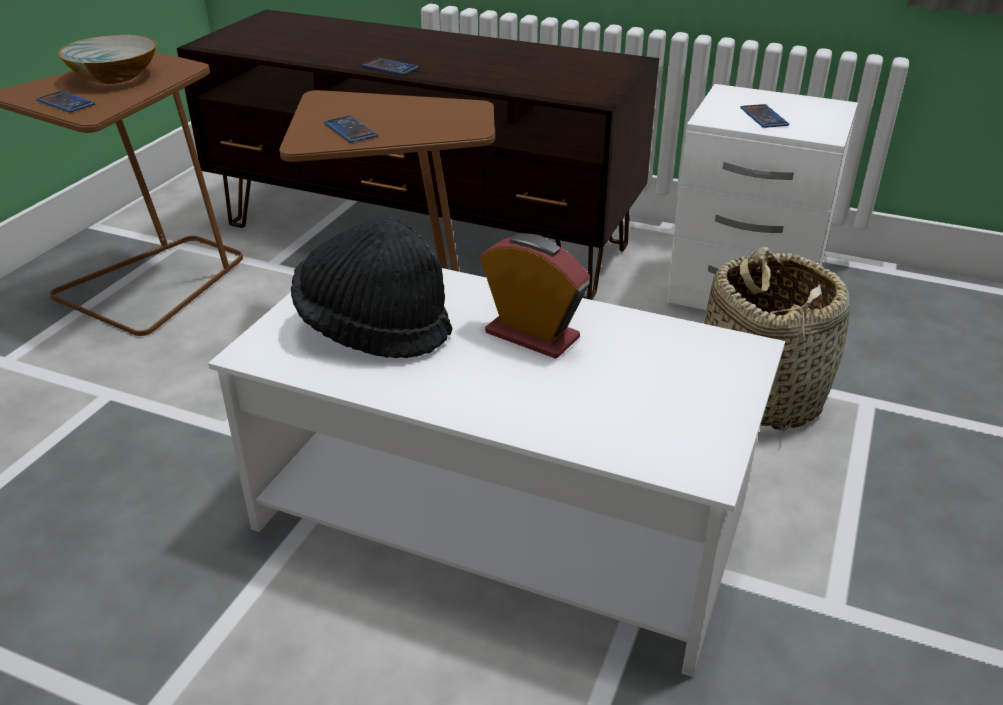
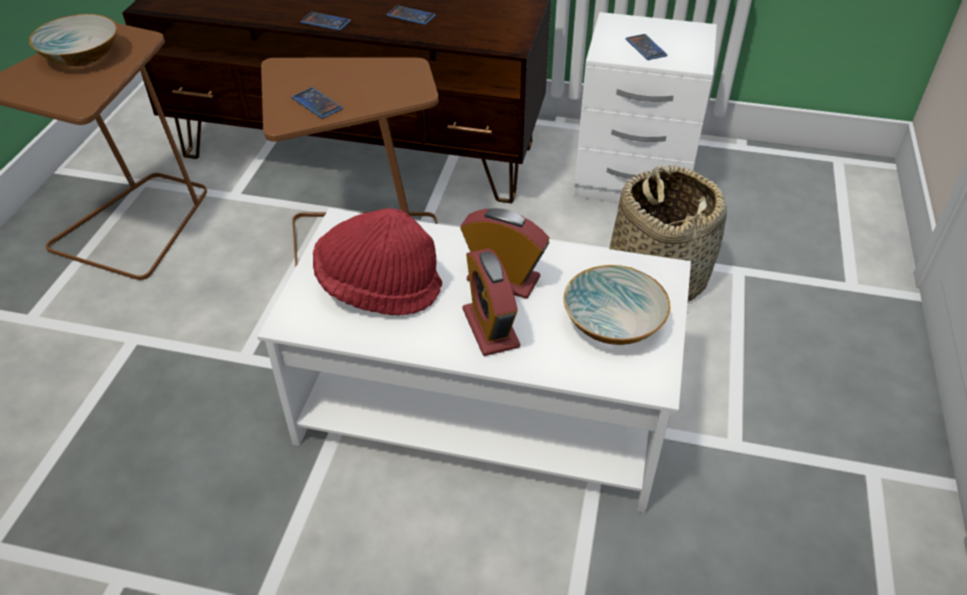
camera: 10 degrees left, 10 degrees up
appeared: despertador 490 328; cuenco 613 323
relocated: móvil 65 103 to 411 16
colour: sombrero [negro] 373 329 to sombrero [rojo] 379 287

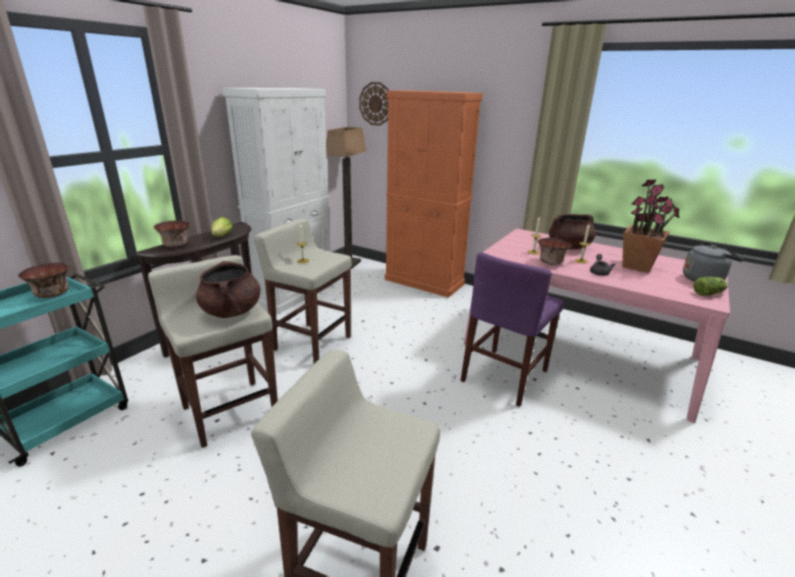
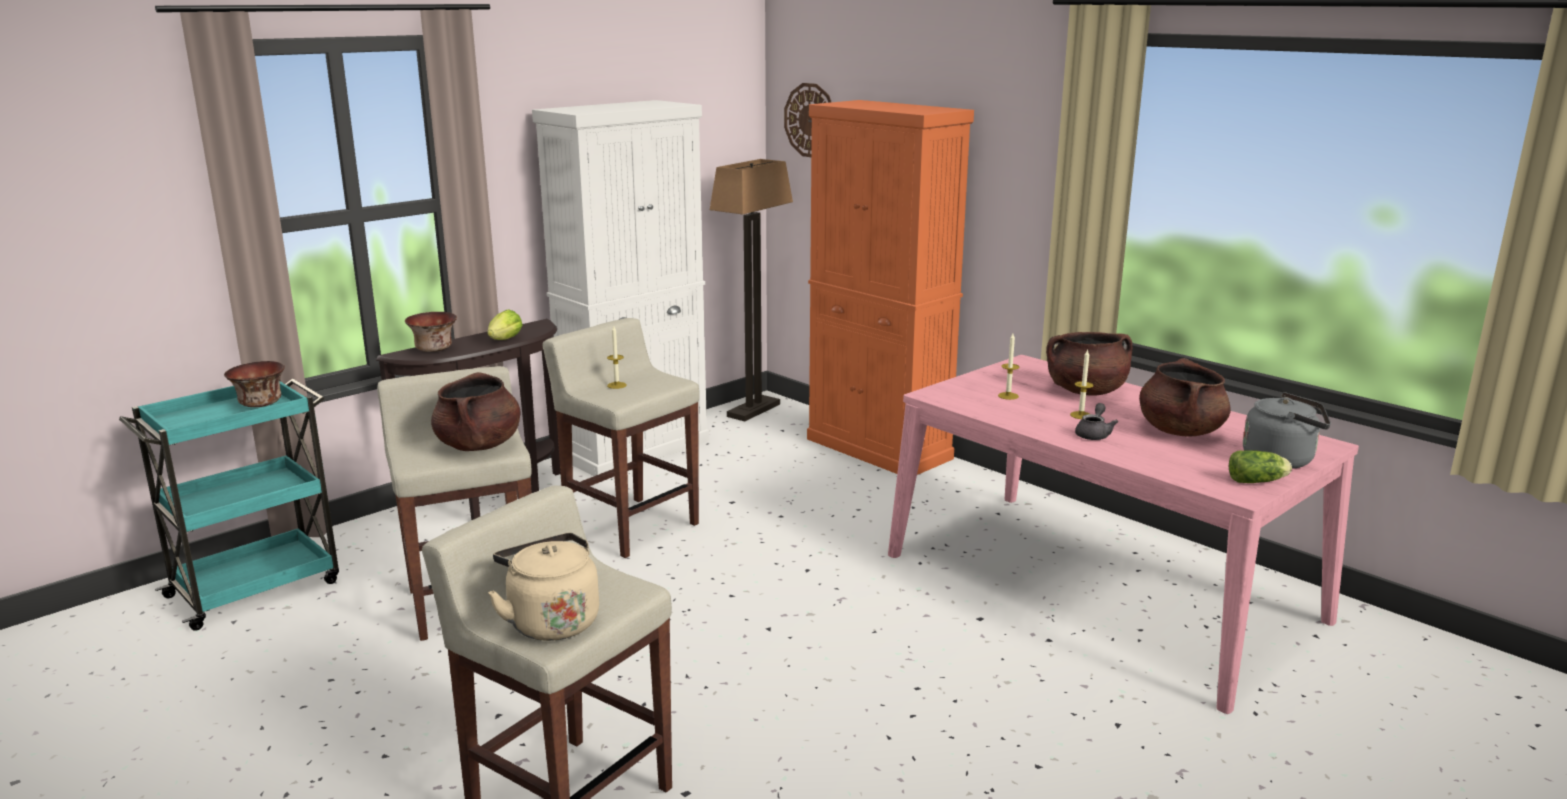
camera: 15 degrees right, 5 degrees down
missing: cuenco 550 262; silla [morado] 505 375
appeared: hervidor [beis] 551 621
exchanged: planta en maceta 638 266 to olla [marrón] 1180 431

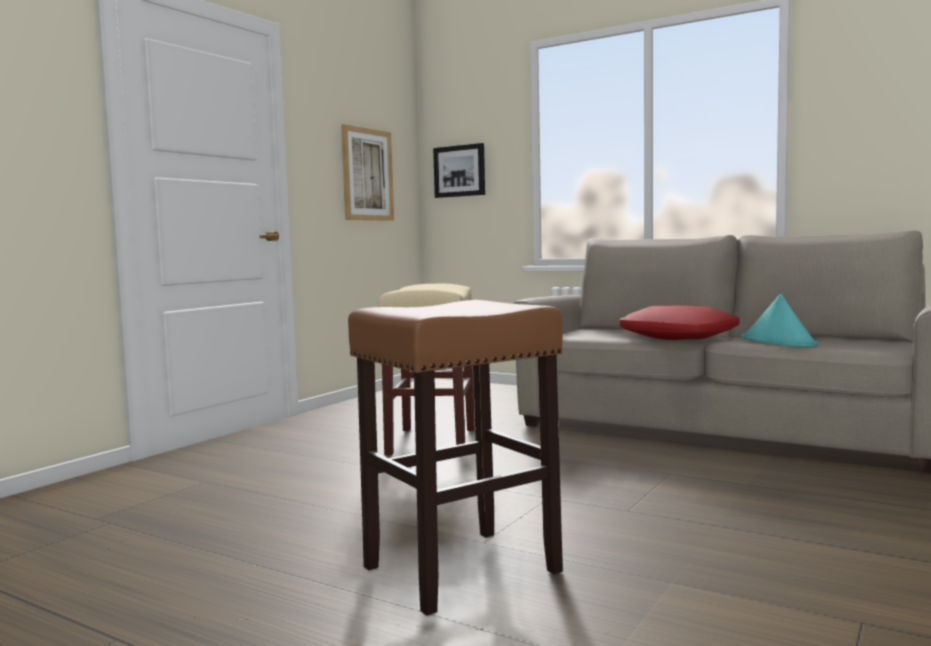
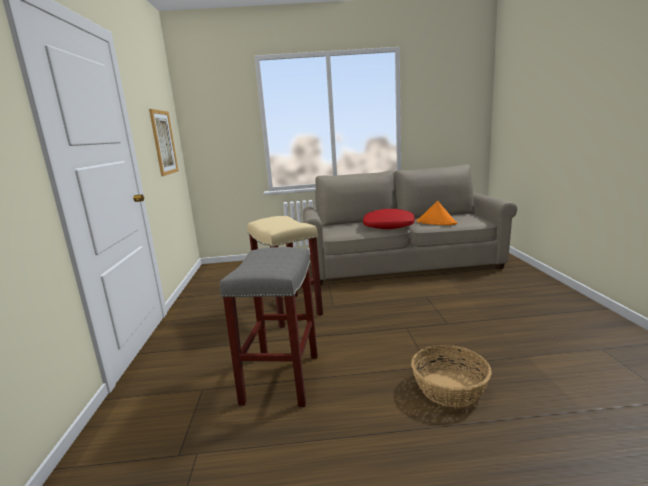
camera: 35 degrees left, 10 degrees up
missing: cuadro 460 171
appeared: taburete [gris] 281 377
exchanged: taburete [marrón] 459 570 to cesta 450 388
colour: sombrero [turquesa] 778 342 to sombrero [naranja] 436 222

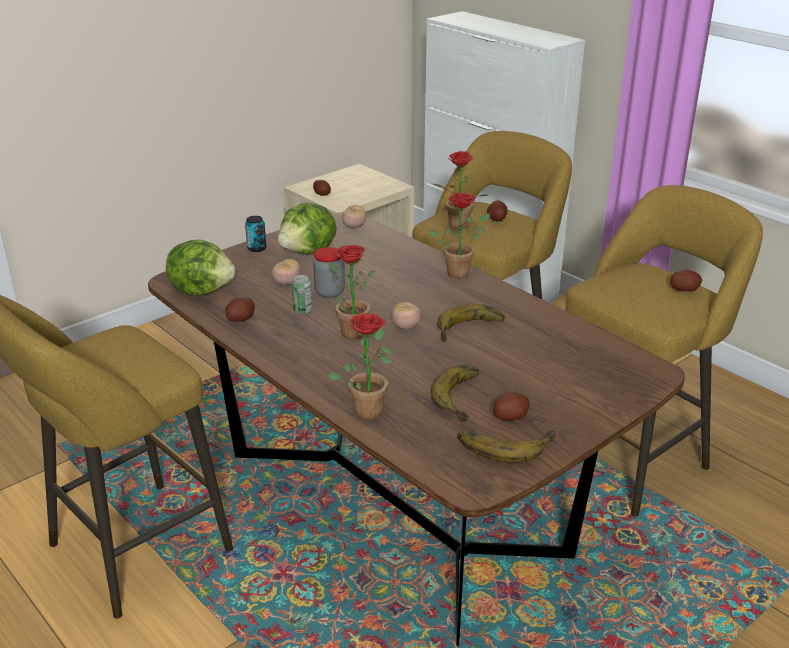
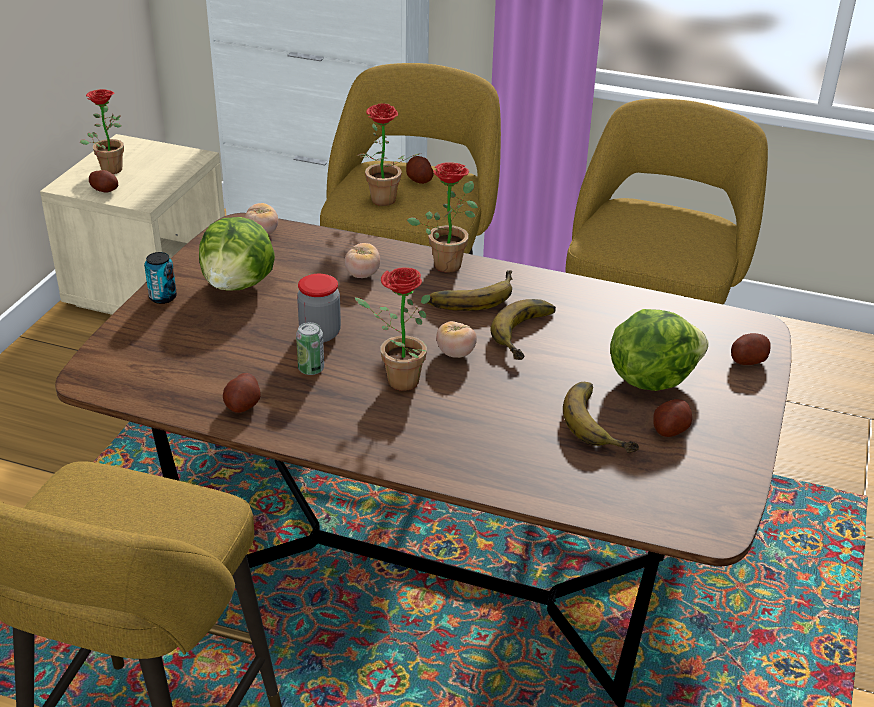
camera: 30 degrees left, 5 degrees up
relocated: lechuga 202 290 to 651 378; tomate 286 283 to 362 274; patata 684 289 to 748 360; planta en maceta 368 408 to 110 168; plátano 504 443 to 469 295

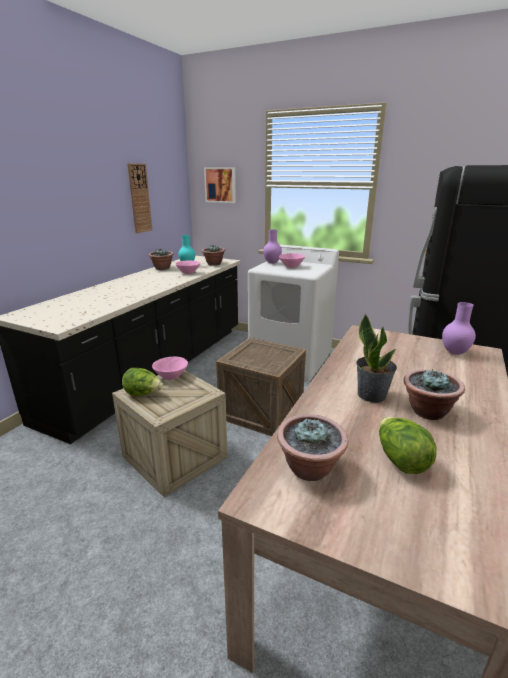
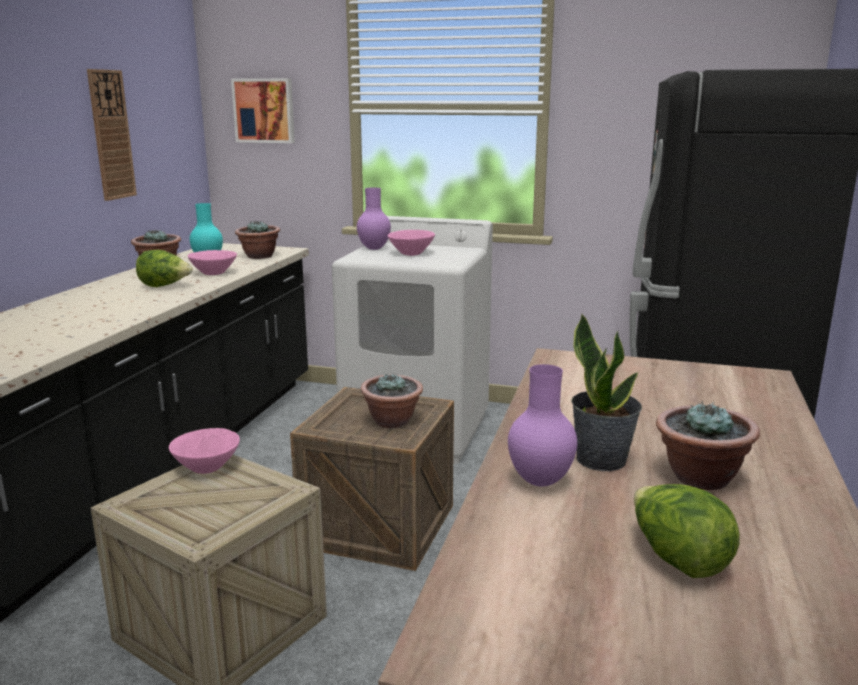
camera: 10 degrees left, 5 degrees down
relocated: florero [morado] 455 353 to 541 482; lechuga 143 394 to 165 286; planta en maceta 310 469 to 392 421

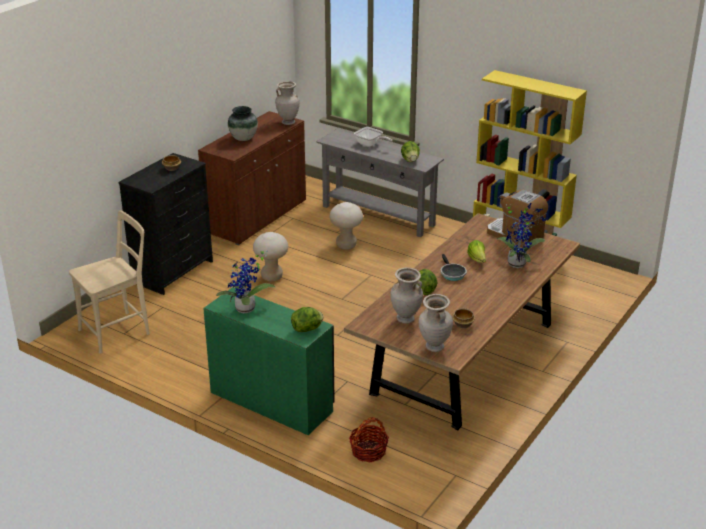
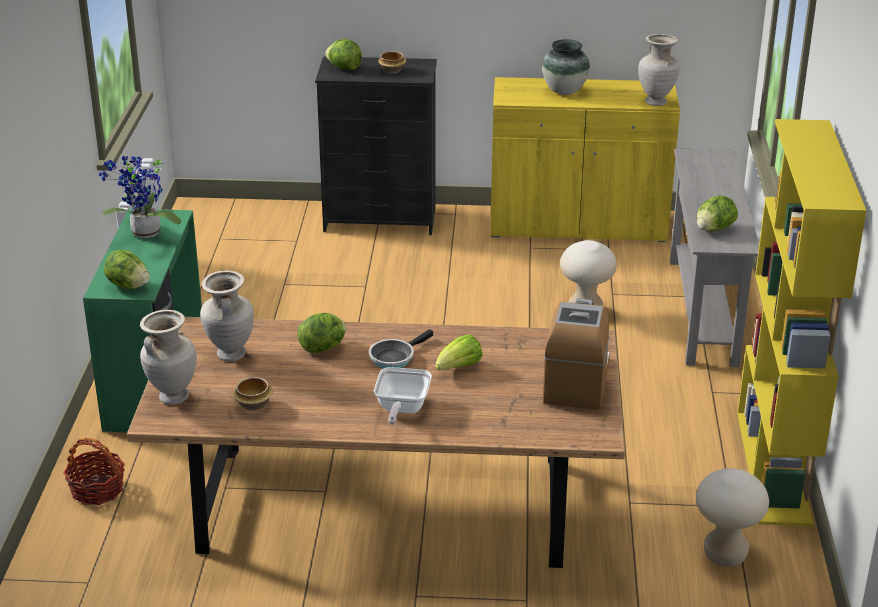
camera: 60 degrees right, 0 degrees up
missing: planta en maceta 518 263; silla [beis] 118 331
appeared: lechuga 344 68
relocated: sartén 370 144 to 401 409; taburete [beis] 272 277 to 724 555
colour: armario [marrón] 257 217 to armario [amarillo] 577 225

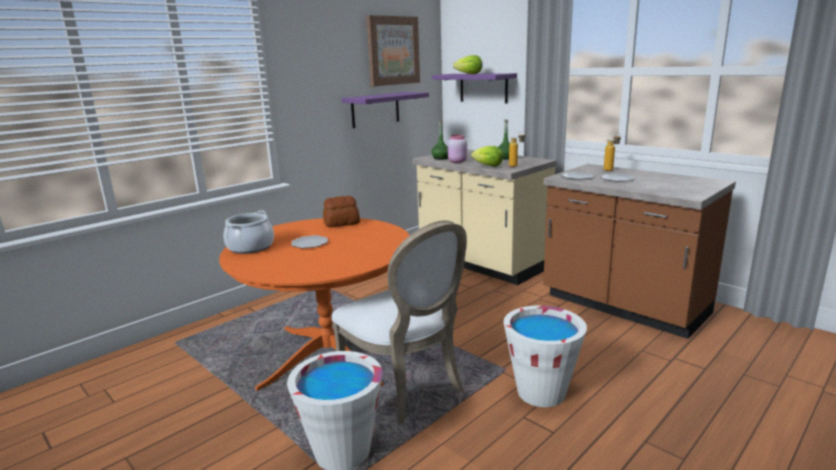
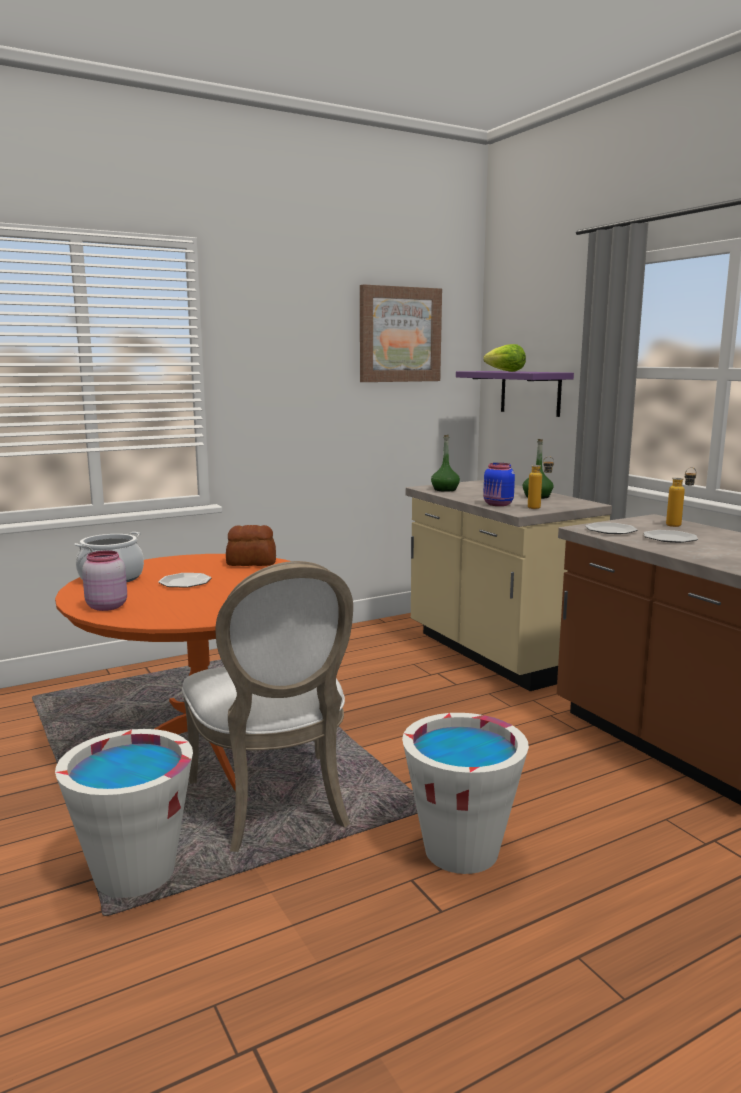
camera: 15 degrees right, 5 degrees down
missing: estante [morado] 375 109
relocated: tarro [rosa] 457 161 to 106 606
exchanged: lechuga 488 166 to tarro [azul] 498 504

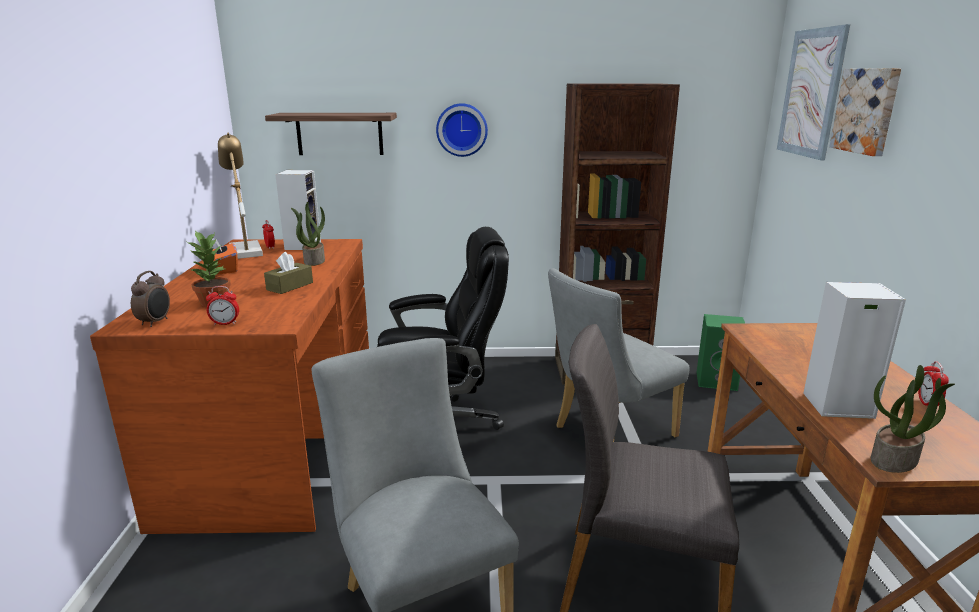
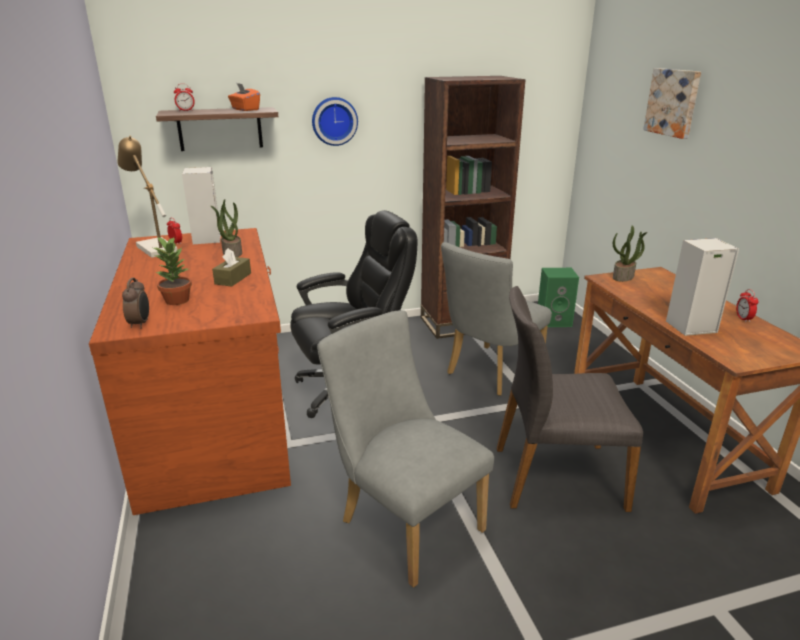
camera: 15 degrees left, 5 degrees up
missing: cuadro 811 93
relocated: caja de pañuelos [naranja] 225 269 to 245 109; despertador 225 323 to 186 110; planta en maceta 894 460 to 623 277

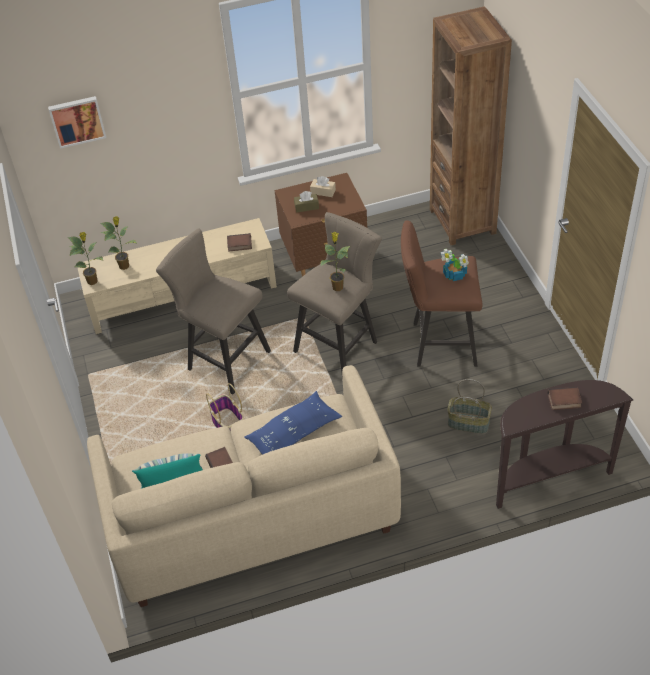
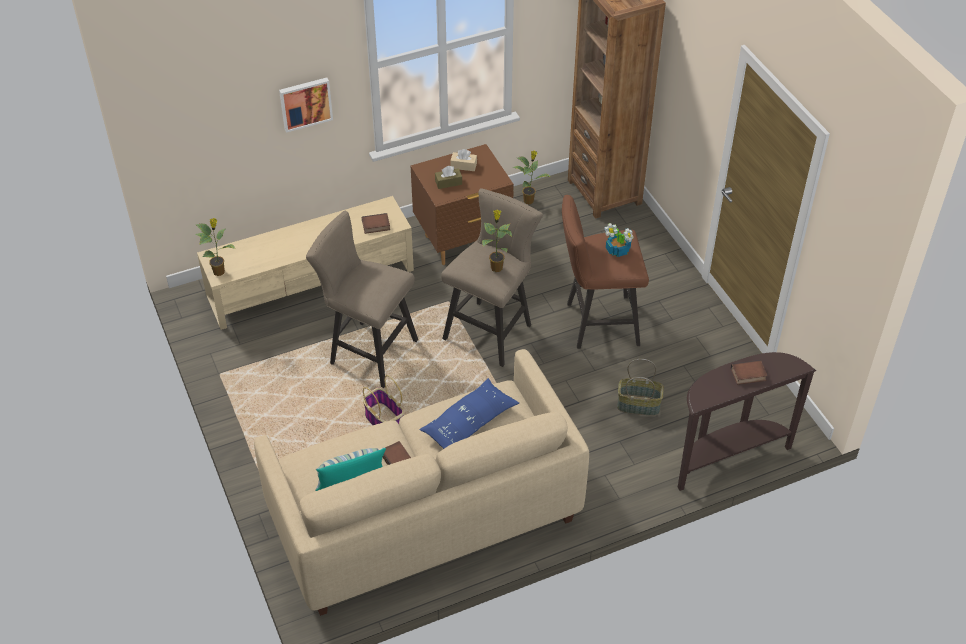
camera: 10 degrees left, 0 degrees up
relocated: cuadro 77 121 to 305 103; planta en maceta 125 266 to 529 200

